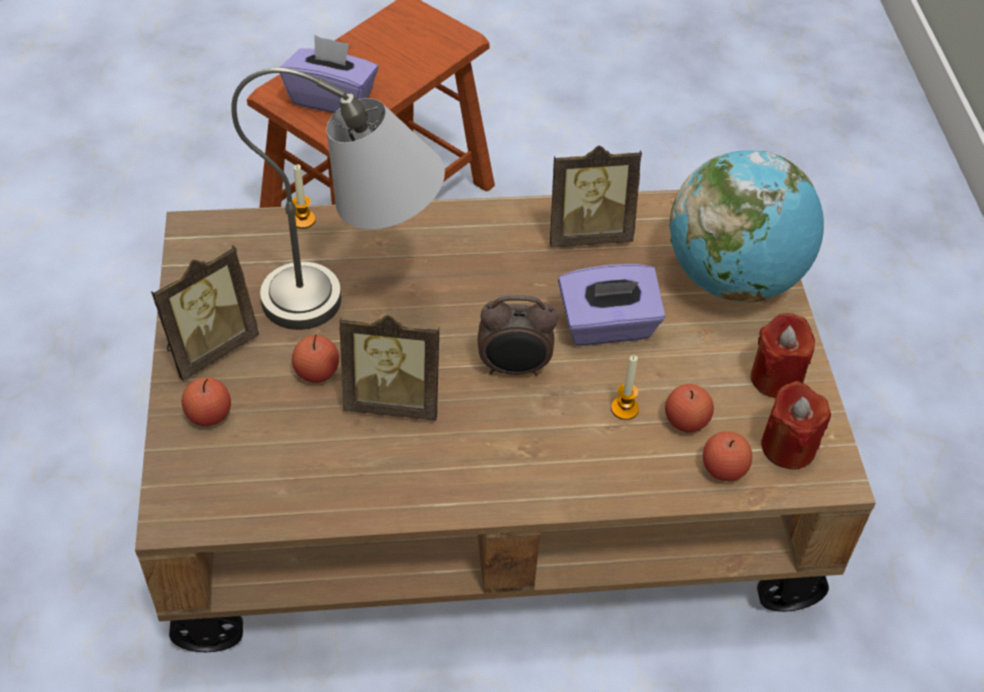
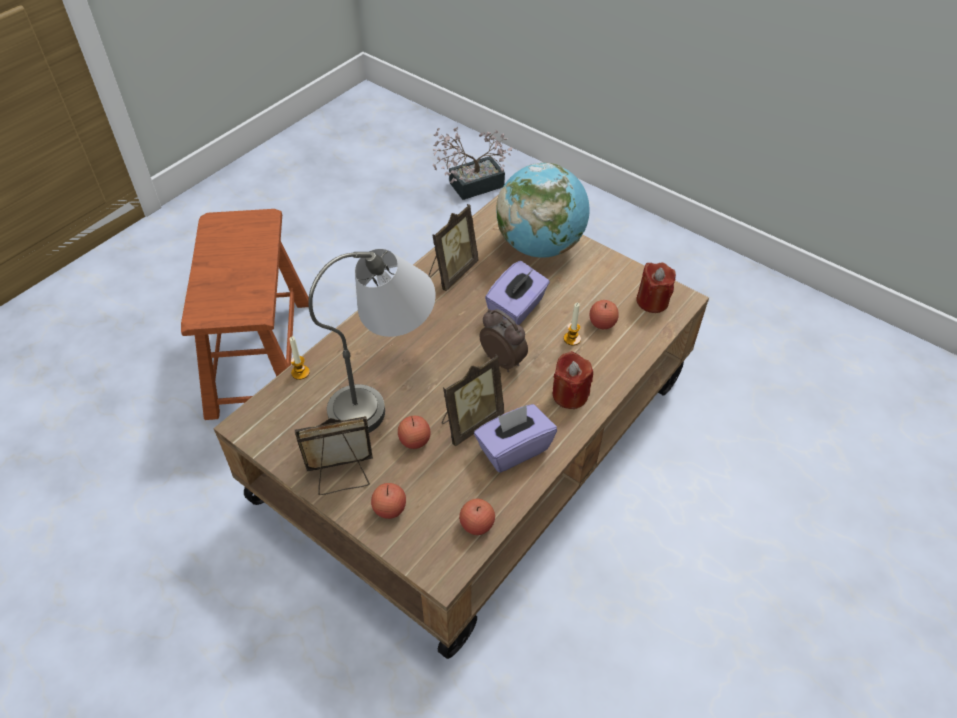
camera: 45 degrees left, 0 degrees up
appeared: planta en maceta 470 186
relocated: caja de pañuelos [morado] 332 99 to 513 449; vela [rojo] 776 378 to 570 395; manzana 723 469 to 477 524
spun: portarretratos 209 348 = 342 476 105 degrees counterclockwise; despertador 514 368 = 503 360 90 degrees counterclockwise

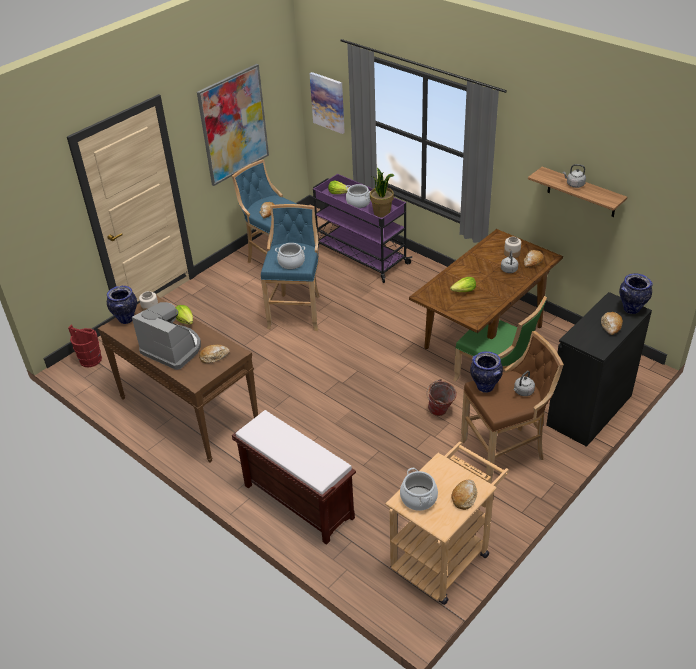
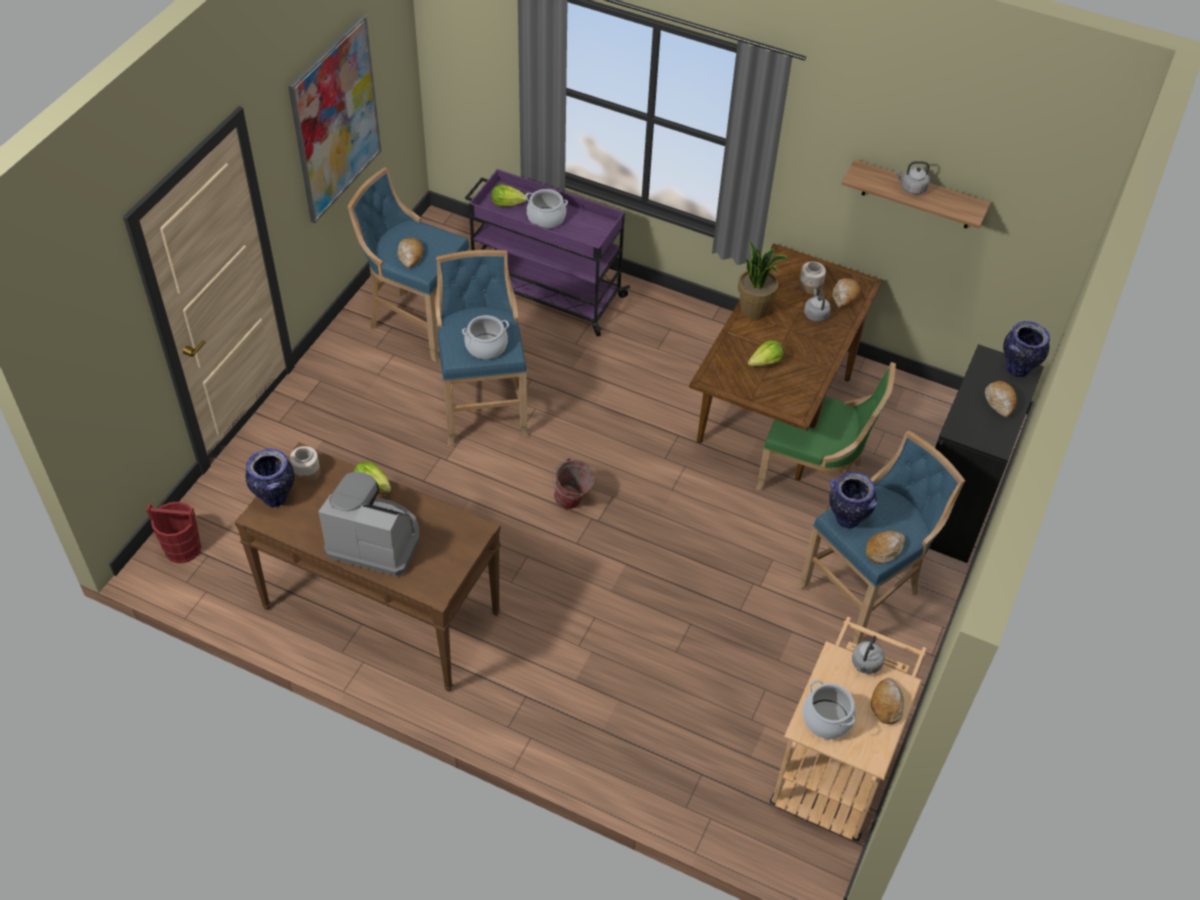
camera: 20 degrees left, 10 degrees up
missing: cuadro 328 102; banco [marrón] 297 501
relocated: planta en maceta 382 212 to 754 309; pan 214 356 to 884 550; hervidor [gris] 523 392 to 865 664; cubo 440 412 to 573 503
colour: taburete [marrón] 505 452 to taburete [azul] 863 592

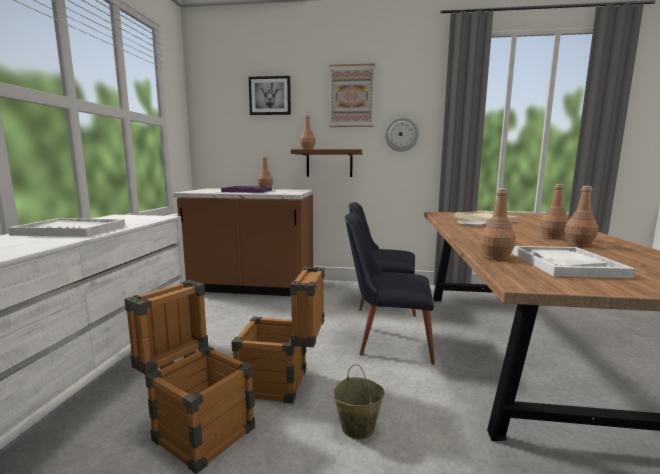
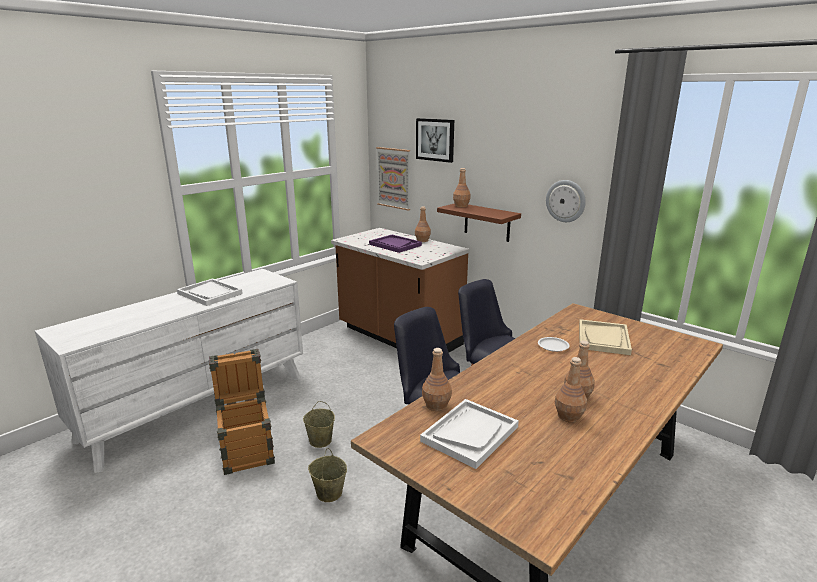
camera: 35 degrees right, 10 degrees up
relocated: cuadro 351 96 to 394 178
exchanged: caja de embalaje 282 384 to cubo [beis] 320 441

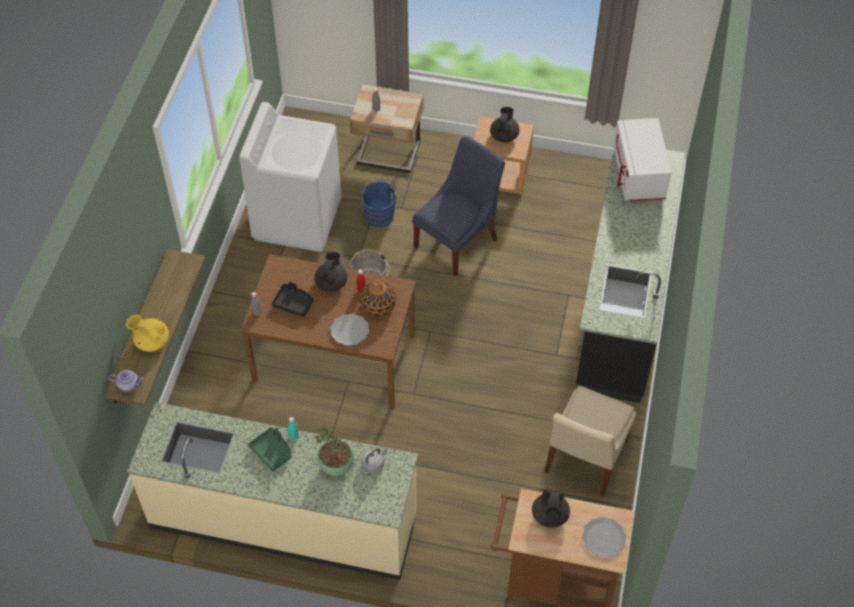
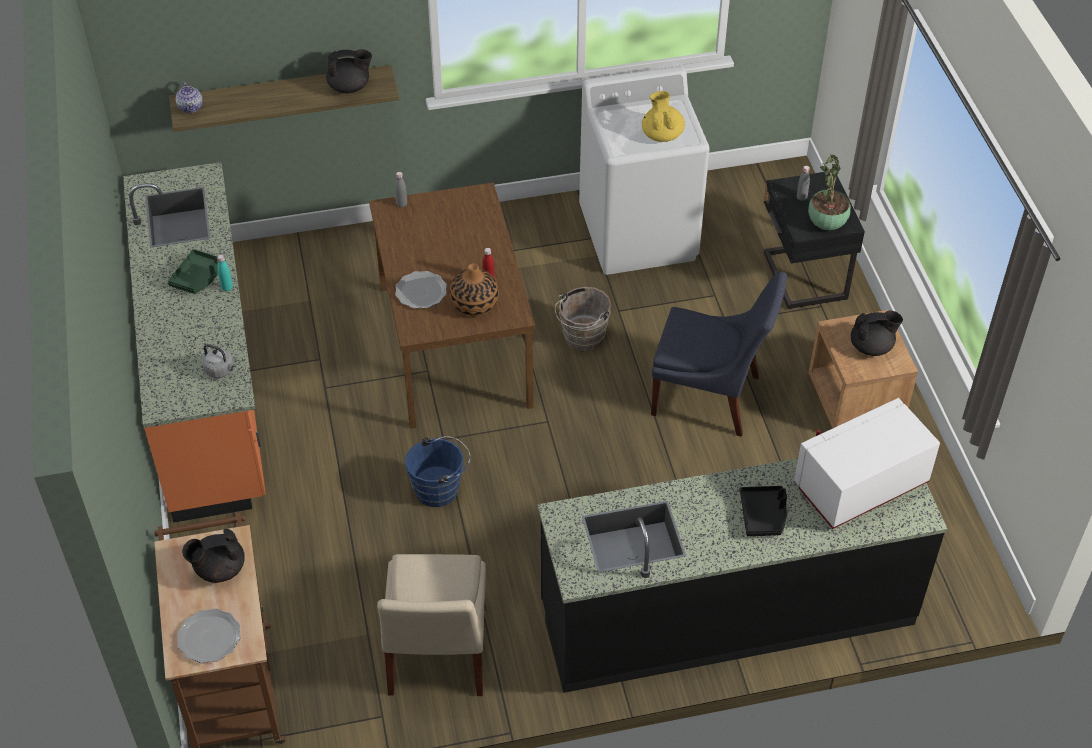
camera: 65 degrees right, 5 degrees down
relocated: cubo [azul] 380 214 to 440 489; tetera [negro] 331 283 to 350 87; bandeja [negro] 293 303 to 763 515; tetera [amarillo] 151 341 to 662 134; planta en maceta 337 467 to 826 225
colour: mesita de noche [beis] 388 155 to mesita de noche [negro] 802 278; mueble bajo de cocina [beis] 284 520 to mueble bajo de cocina [naranja] 209 386
spun: silla [beis] 584 459 = 436 655 90 degrees counterclockwise

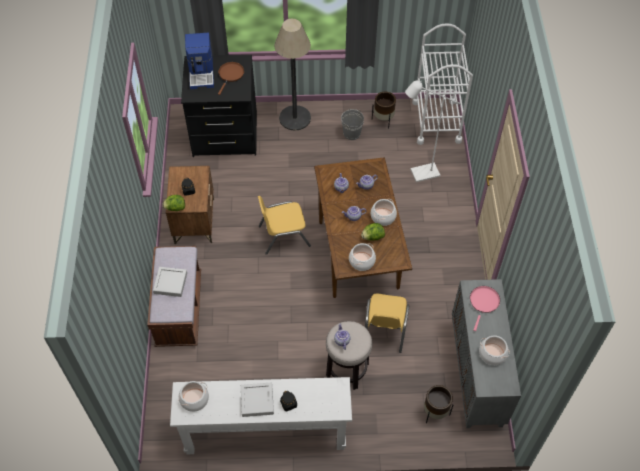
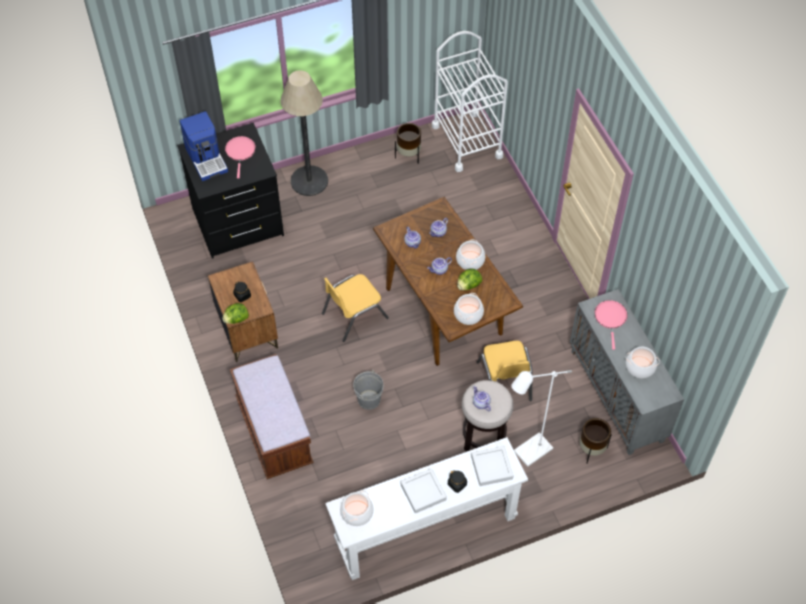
camera: 20 degrees left, 0 degrees up
relocated: lámpara de pie [blanco] 420 174 to 528 454; cubo [gris] 352 133 to 369 399; bandeja [gris] 170 283 to 491 467
colour: sartén [marrón] 230 75 to sartén [rosa] 240 152

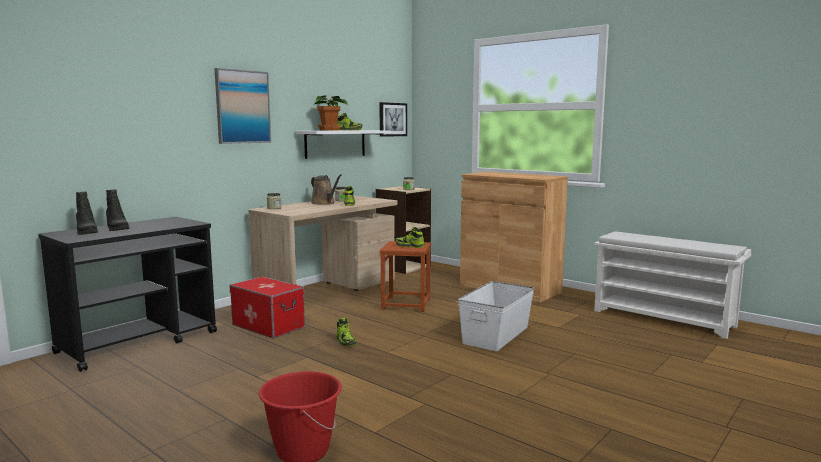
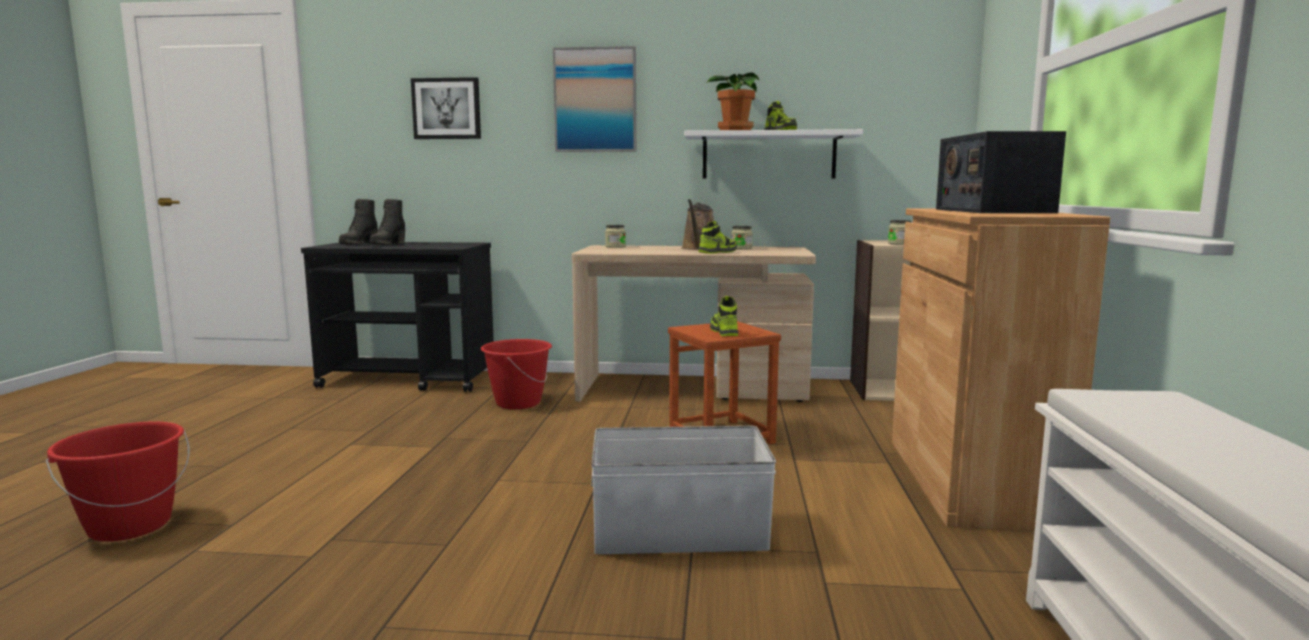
camera: 55 degrees right, 0 degrees up
missing: zapato 345 342
appeared: radio 991 211
relocated: cuadro 392 119 to 447 109
exchanged: caja de almacenaje 267 326 to cubo [rojo] 518 403

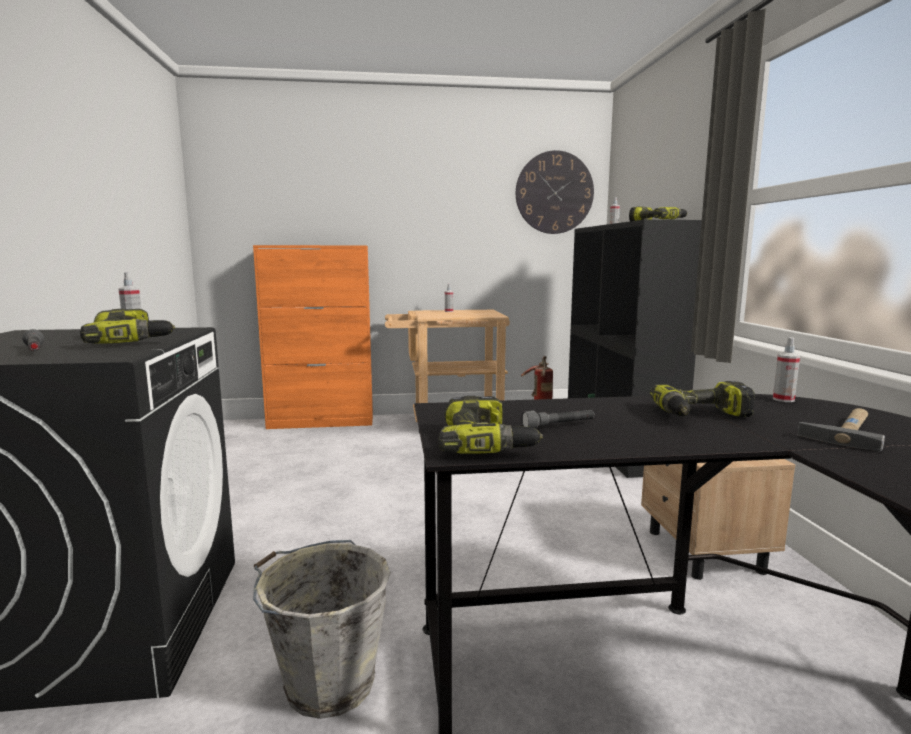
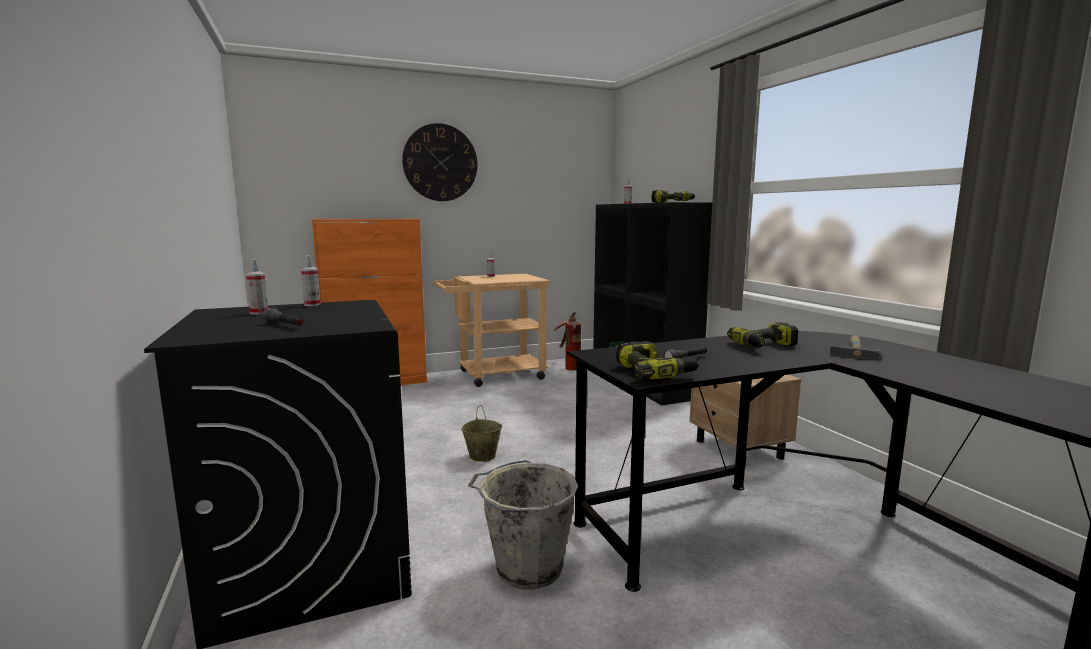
camera: 15 degrees left, 0 degrees up
missing: taladro 132 341
appeared: cubo [beis] 482 456
relocated: reloj de pared 554 192 to 440 163; pulverizador 783 399 to 259 313

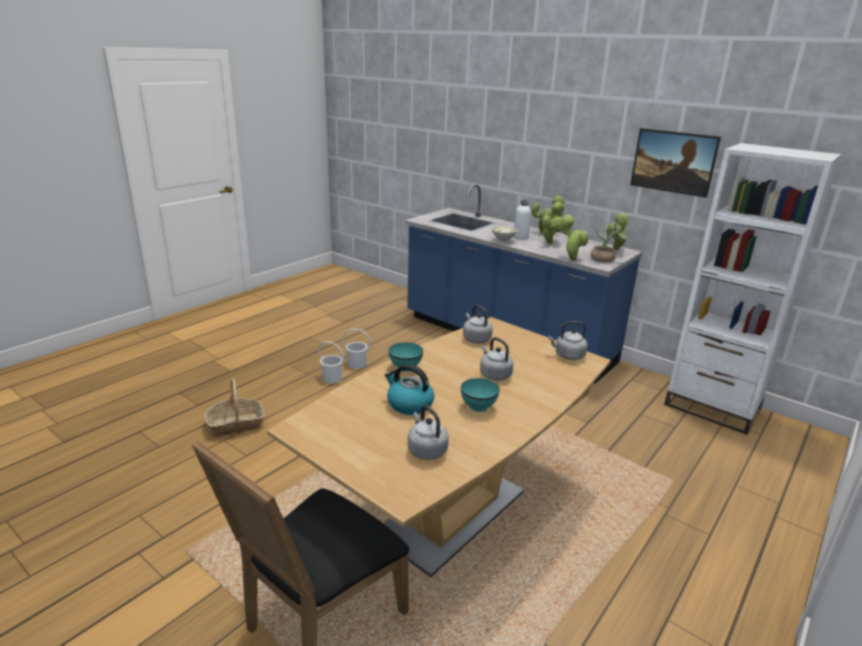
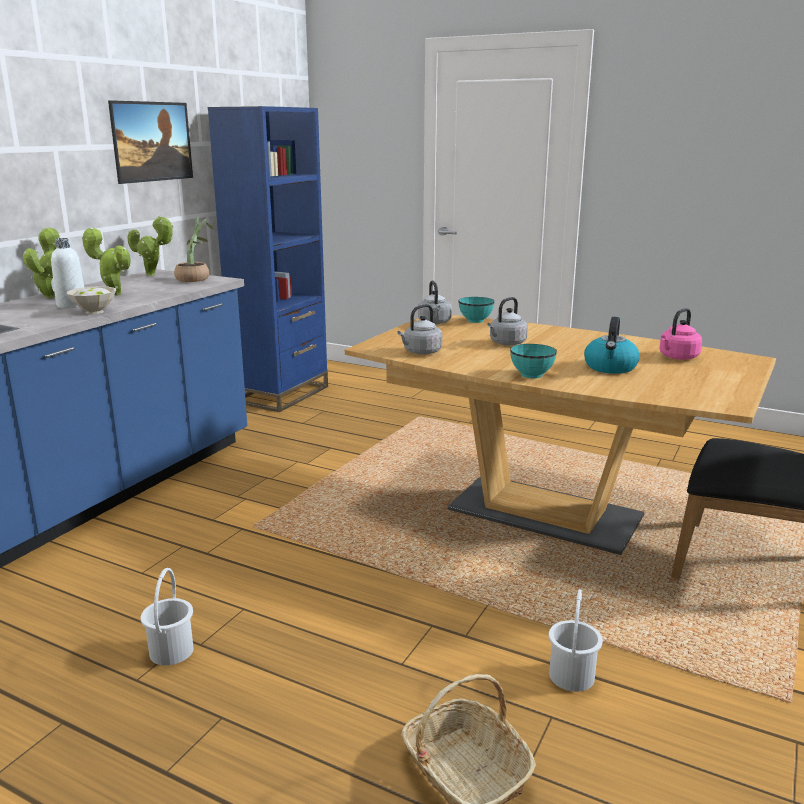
camera: 100 degrees left, 5 degrees down
missing: planta en maceta 571 259
relocated: cubo [blanco] 332 378 to 570 676; cuenco [turquesa] 478 406 to 475 320
colour: estantería [blanco] 711 407 to estantería [azul] 281 394; hervidor [gris] 426 450 to hervidor [rosa] 677 357

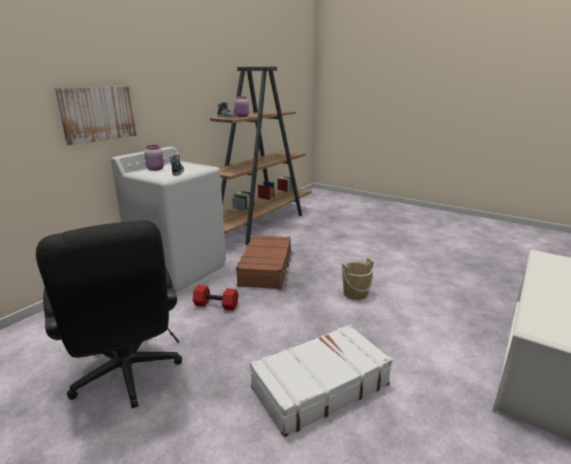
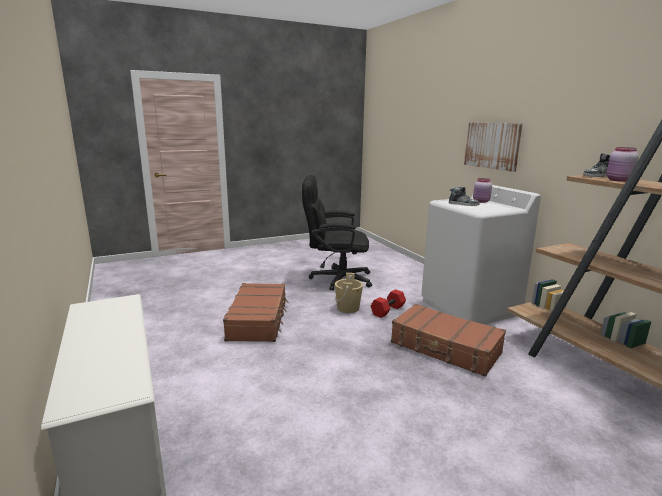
camera: 120 degrees right, 5 degrees down
relocated: cubo [beis] 355 293 to 348 308
colour: maleta [blanco] 319 386 to maleta [marrón] 258 320

